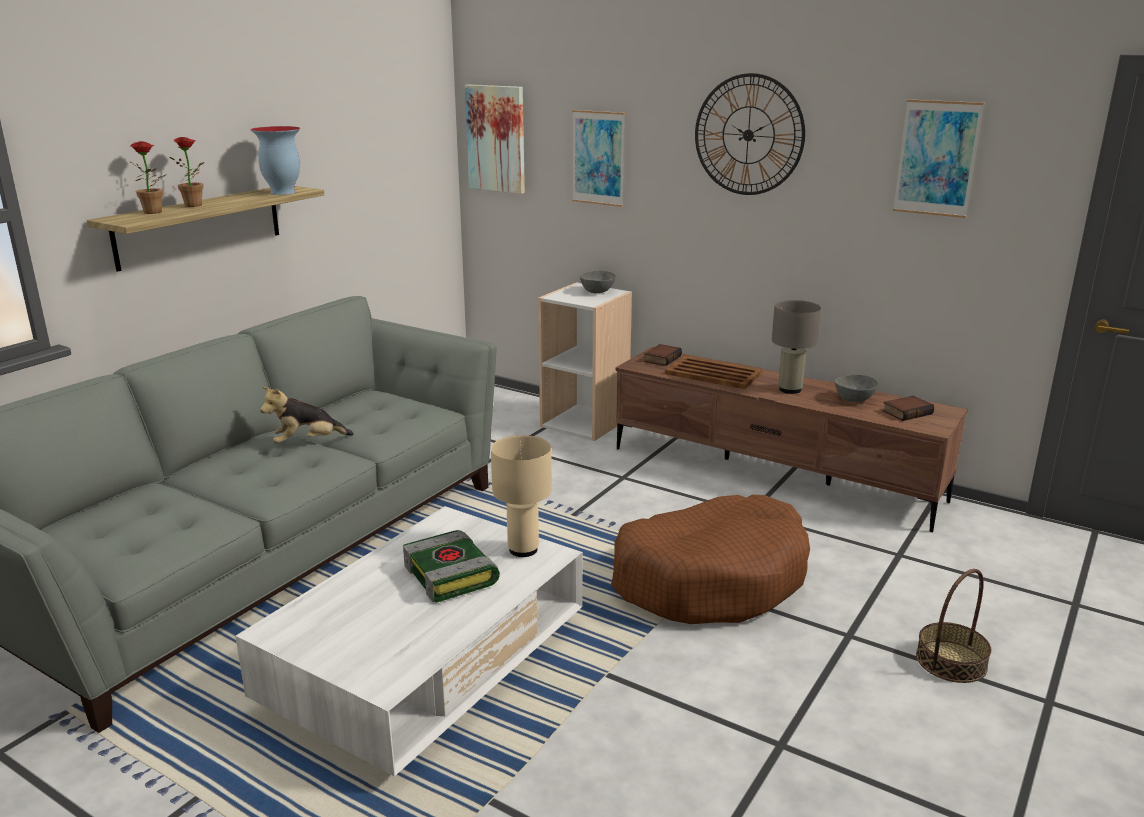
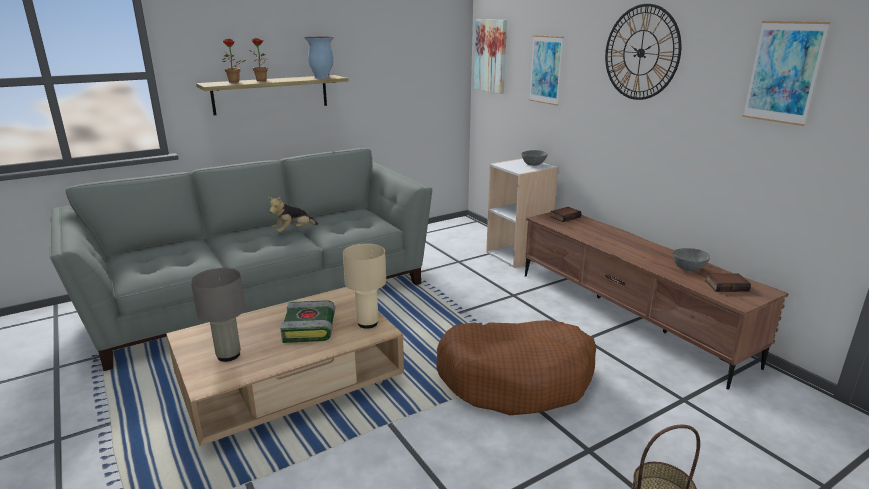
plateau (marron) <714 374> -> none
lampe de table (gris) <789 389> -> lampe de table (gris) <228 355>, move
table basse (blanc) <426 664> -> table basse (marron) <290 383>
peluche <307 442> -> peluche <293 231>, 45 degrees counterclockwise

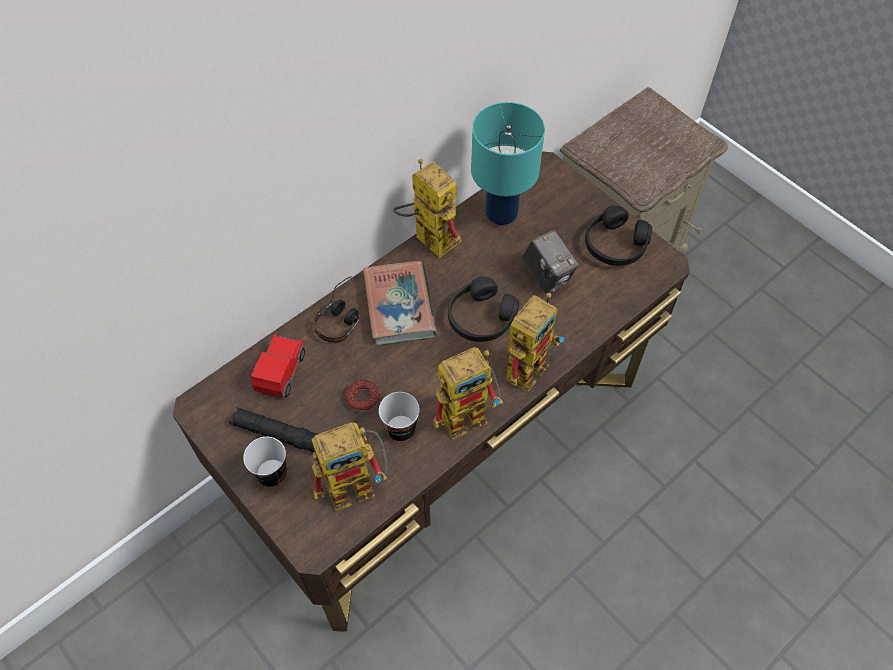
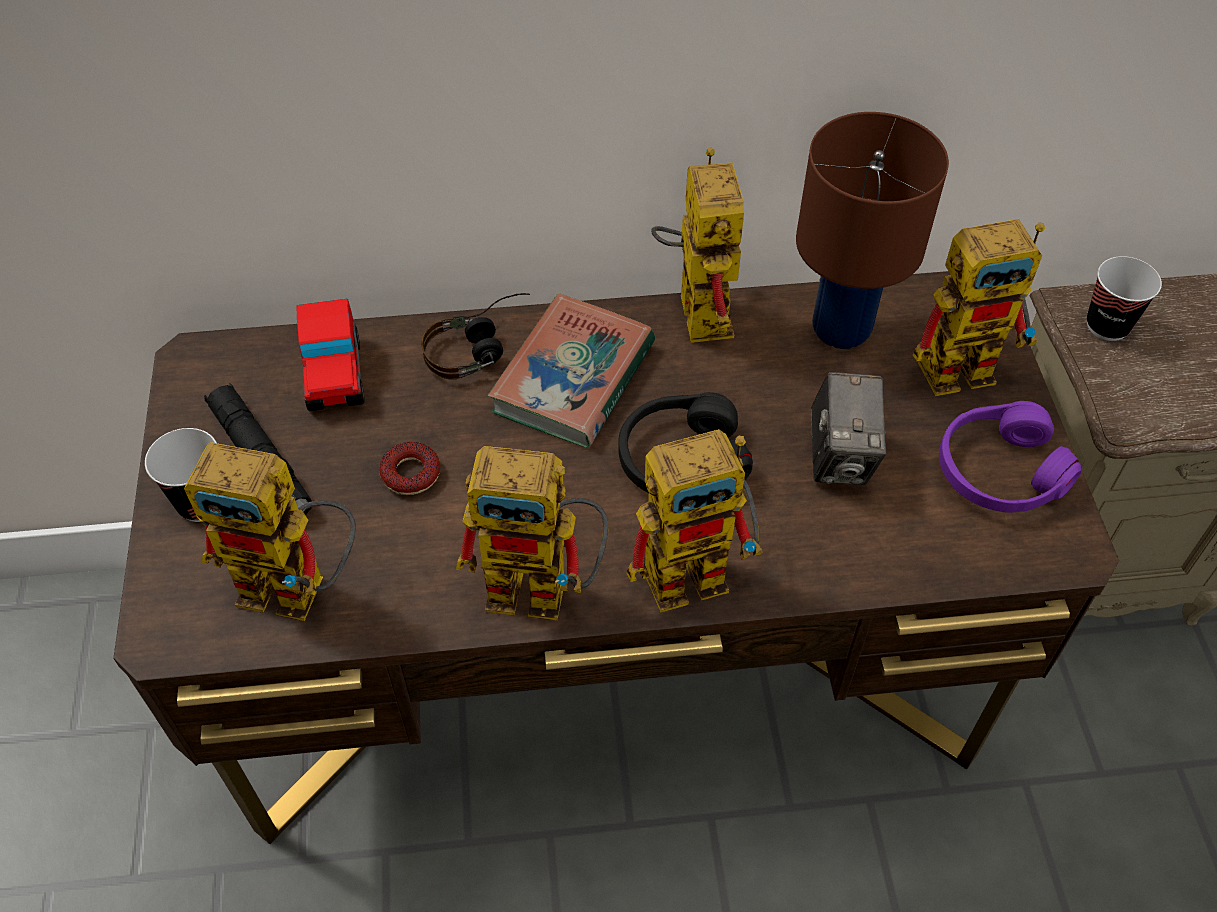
none -> robot jouet <969 364>
tasse <401 429> -> tasse <1107 325>, move
lampe de table (turquoise) <499 214> -> lampe de table (marron) <837 329>
casque audio (noir) <615 244> -> casque audio (violet) <999 471>
petite voiture <281 372> -> petite voiture <334 376>, 120 degrees clockwise

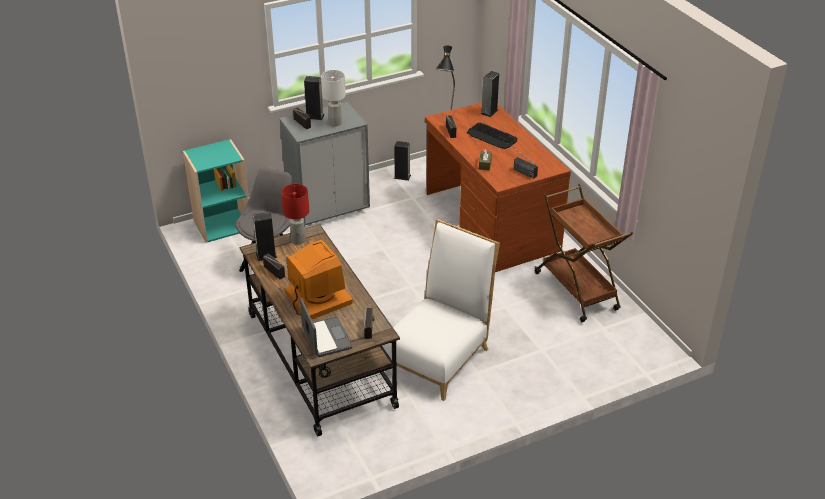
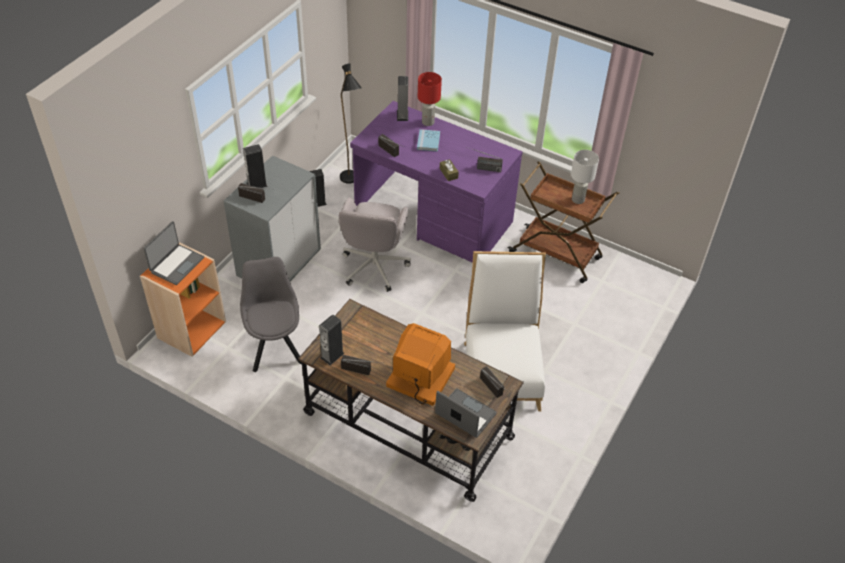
none -> ordinateur portable <176 264>
none -> chaise de bureau (gris) <374 268>
lampe de table (rouge) <298 240> -> lampe de table (rouge) <428 122>, move
lampe de table (blanc) <335 123> -> lampe de table (blanc) <578 200>, move
clavier <492 136> -> livre (bleu) <428 141>
bibliothèque (turquoise) <223 224> -> bibliothèque (orange) <191 329>
bureau (marron) <490 222> -> bureau (violet) <433 218>

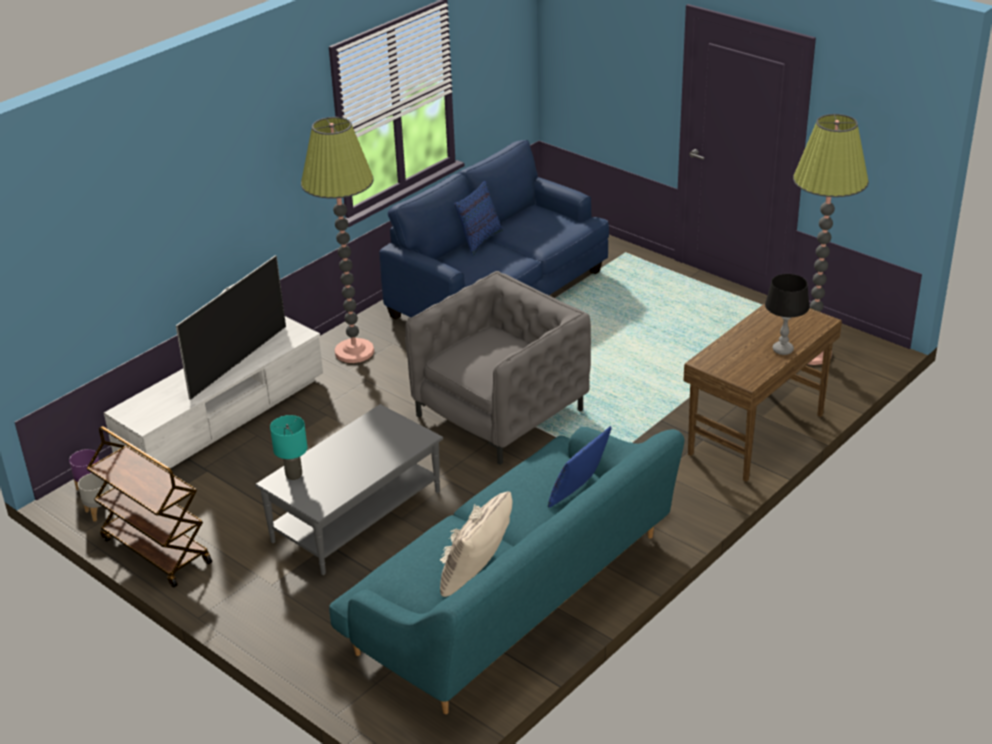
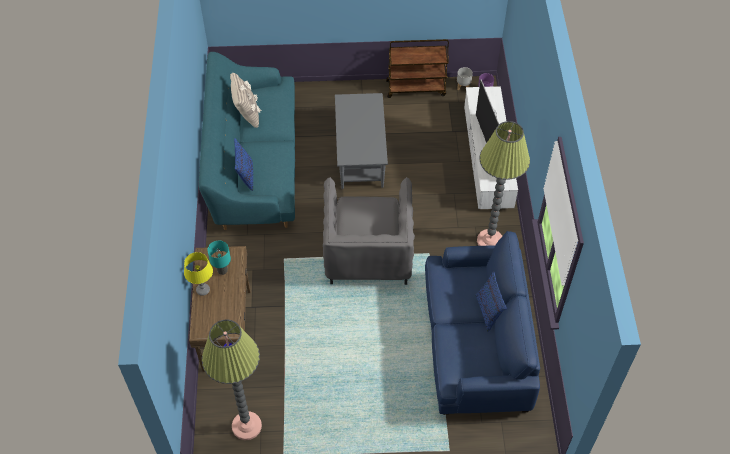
lampe de table (turquoise) <295 475> -> lampe de table (turquoise) <222 271>, move
lampe de table (noir) <783 350> -> lampe de table (jaune) <203 290>

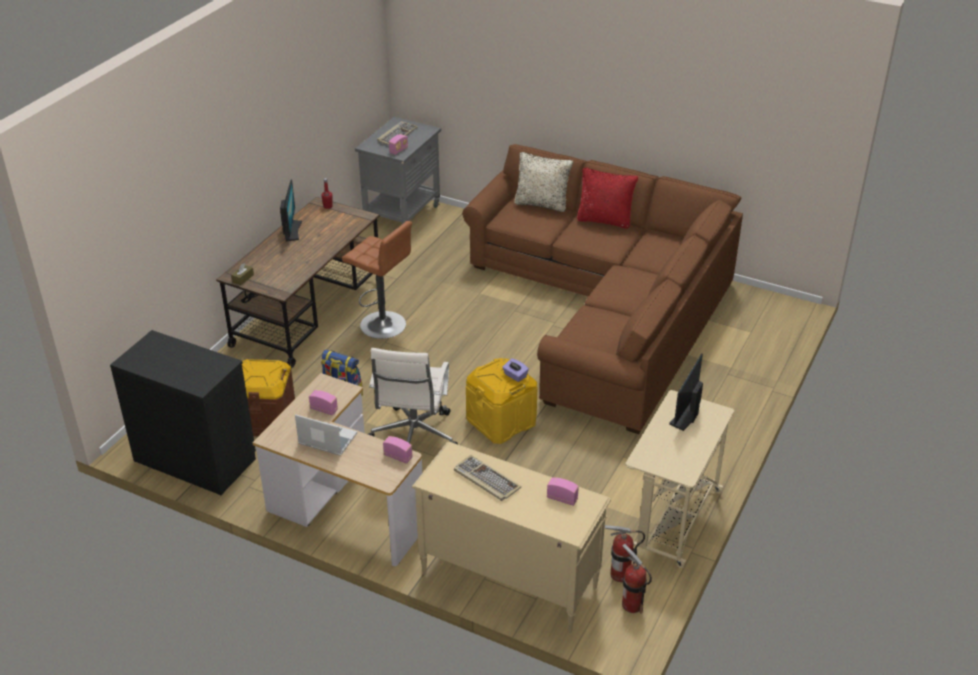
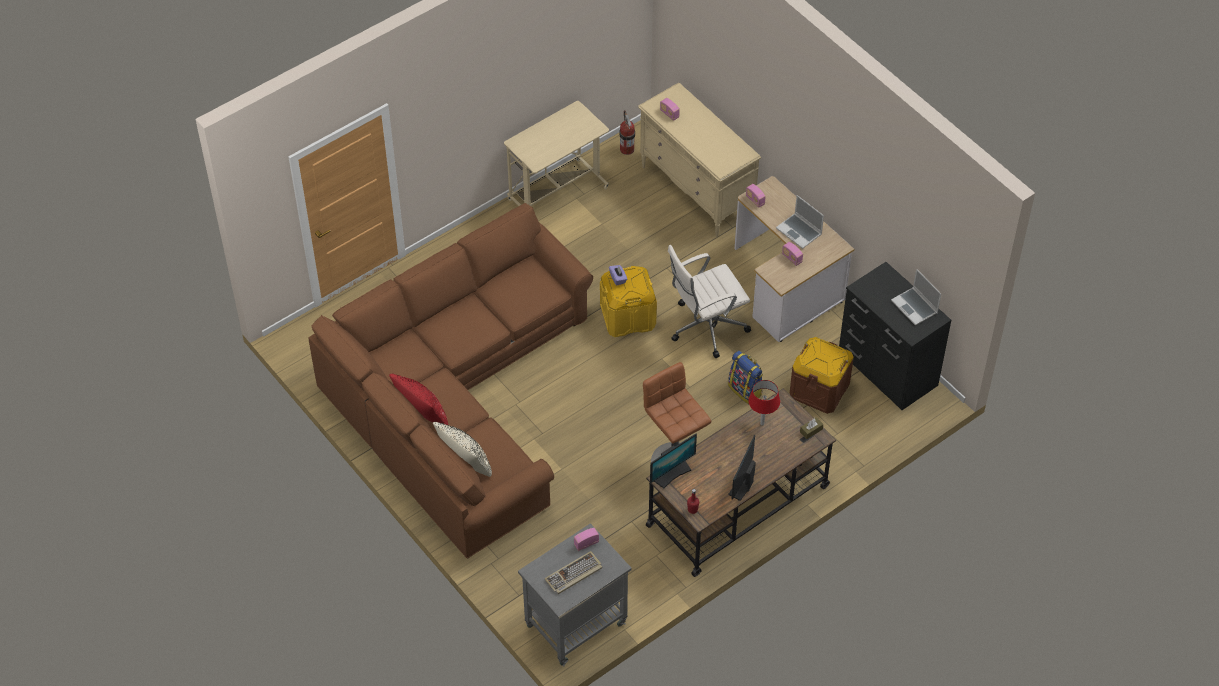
clavier <485 480> -> none
extincteur <620 574> -> none
none -> lampe de table (rouge) <762 423>
none -> ordinateur portable <915 307>
écran d'ordinateur <686 415> -> écran d'ordinateur <671 473>, move
chaise de bureau (blanc) <413 437> -> chaise de bureau (blanc) <705 327>, 150 degrees counterclockwise

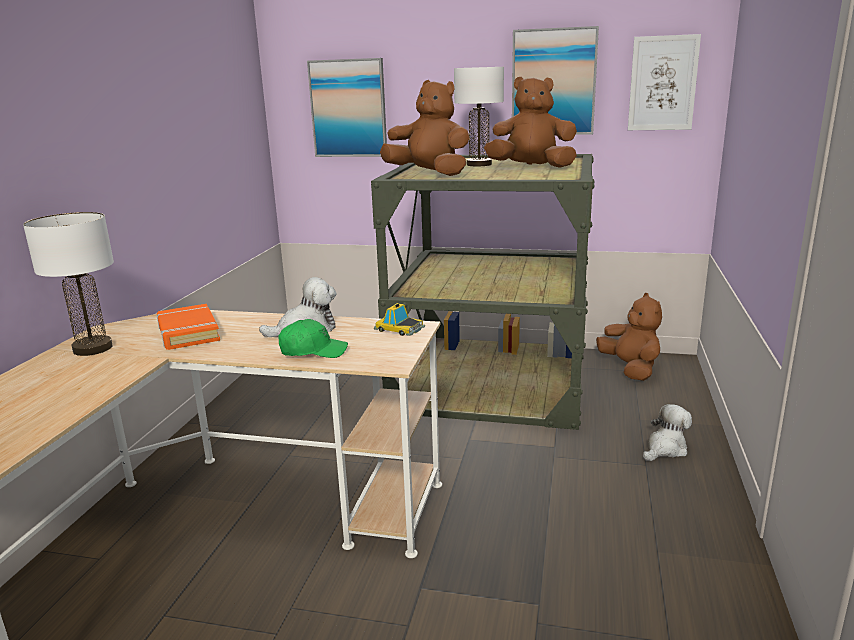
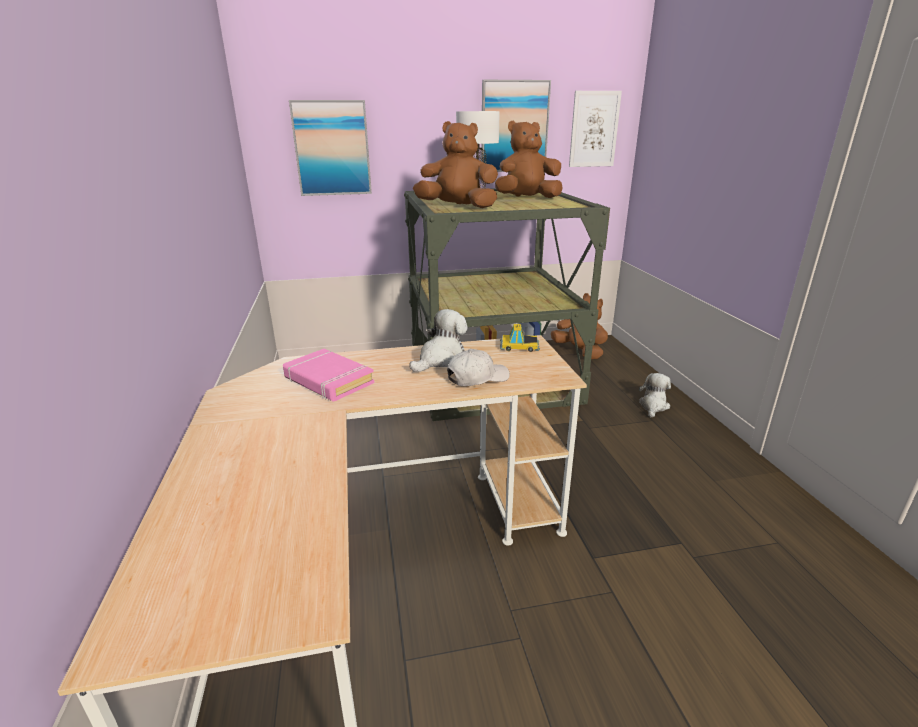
lampe de table <92 349> -> none
livre (orange) <188 332> -> livre (rose) <328 380>
casquette (vert) <313 351> -> casquette (blanc) <477 378>

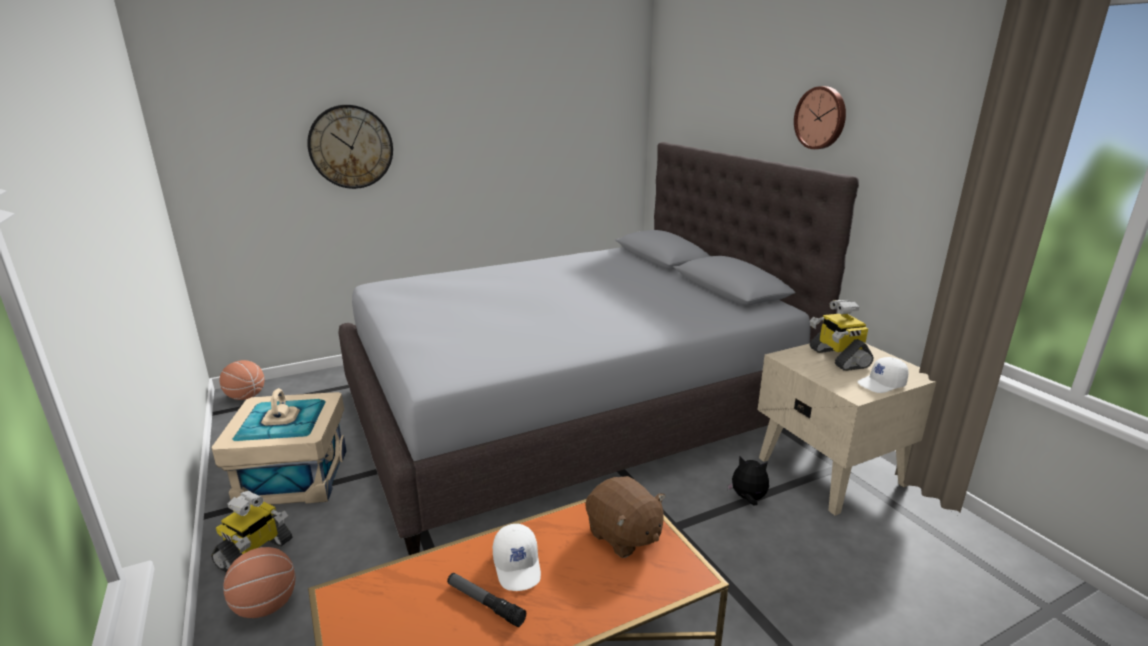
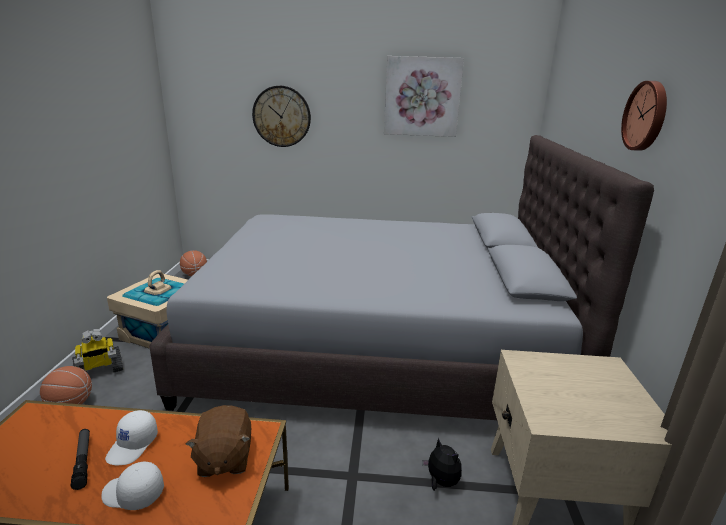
robot jouet <837 358> -> none
none -> tableau <422 97>
casquette (blanc) <881 384> -> casquette (blanc) <133 494>, move

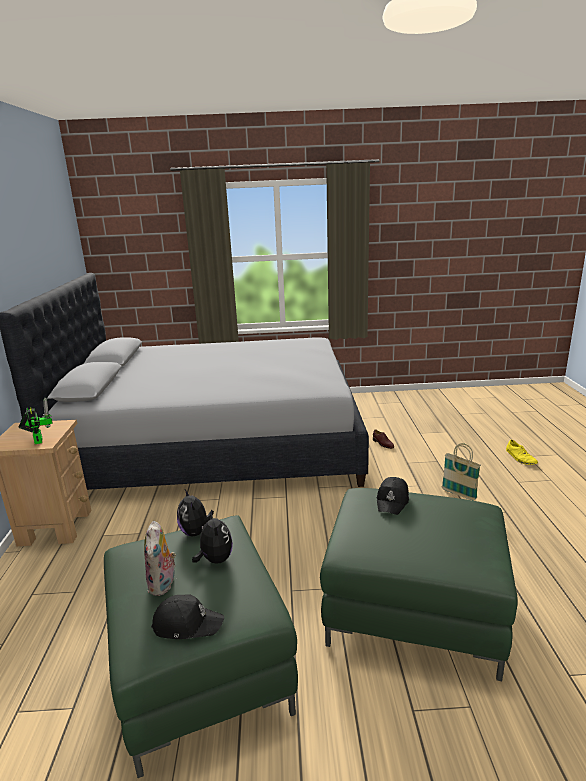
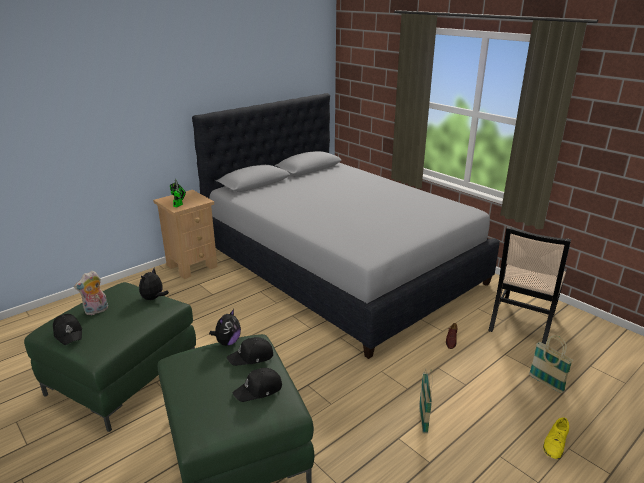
none -> casquette (noir) <259 390>
none -> chaise <522 322>
none -> panier <546 383>
peluche <215 559> -> peluche <227 342>, move

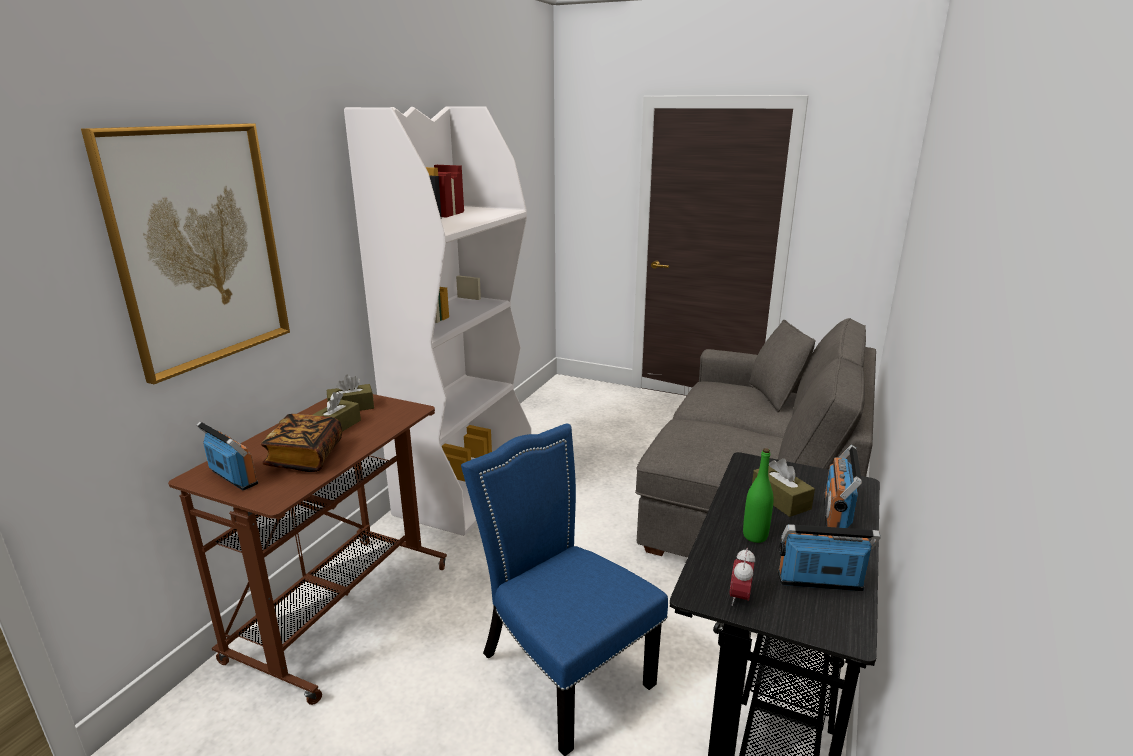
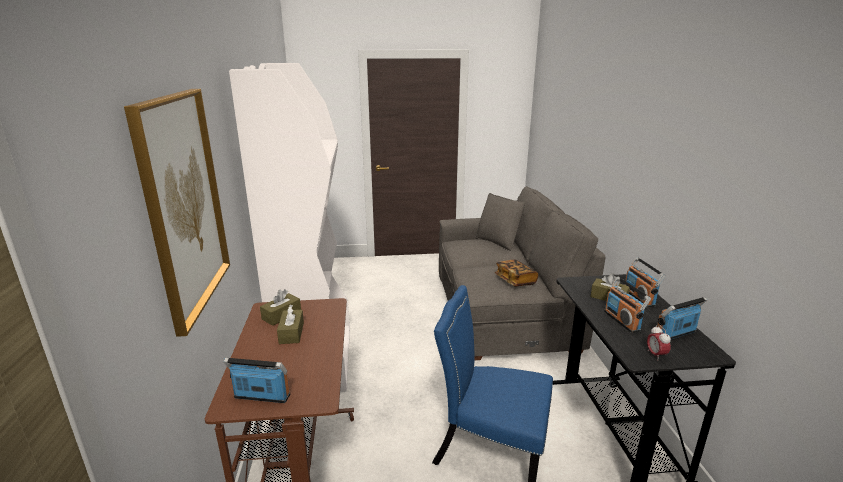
livre <305 457> -> livre <515 280>, move
bouteille (vert) <755 536> -> radio <622 321>

